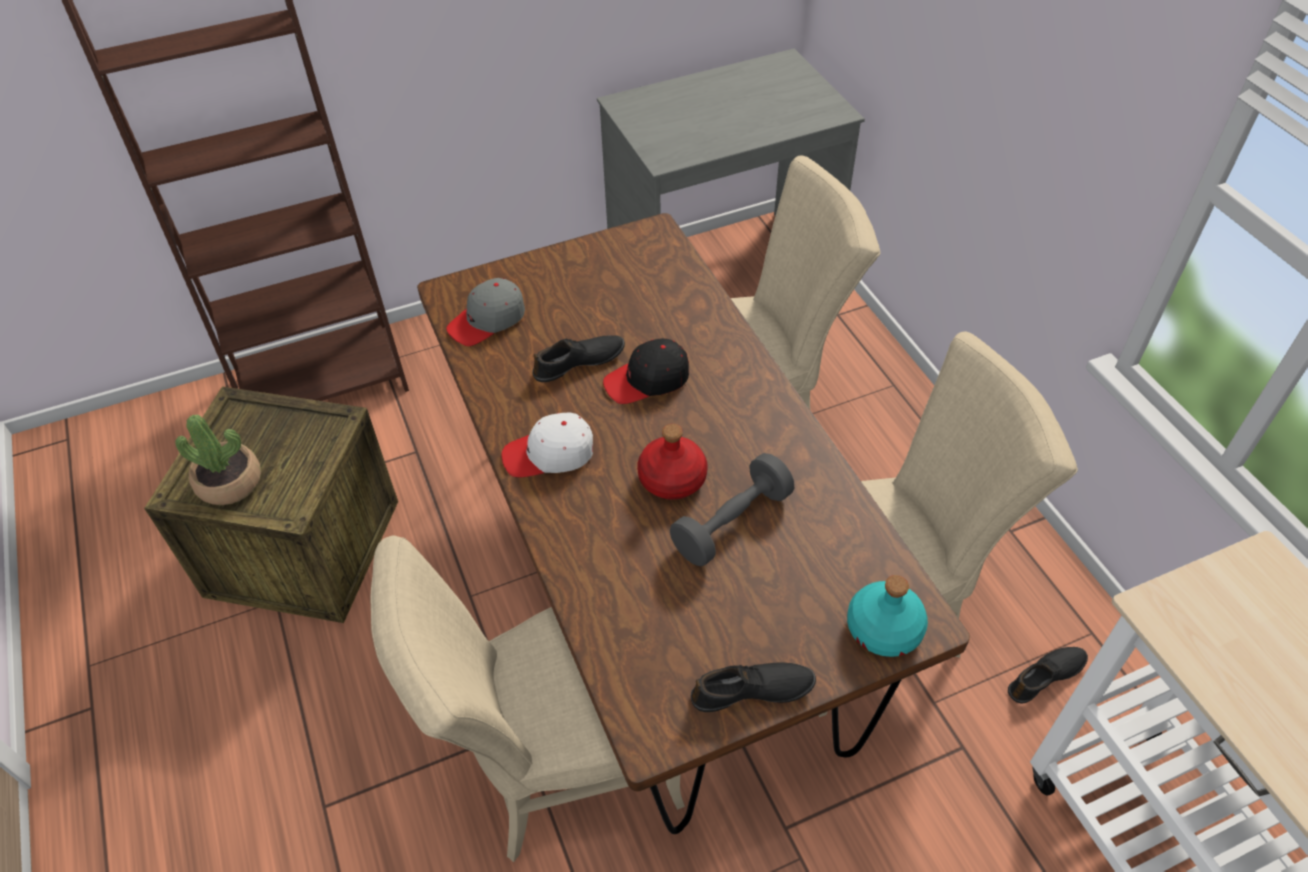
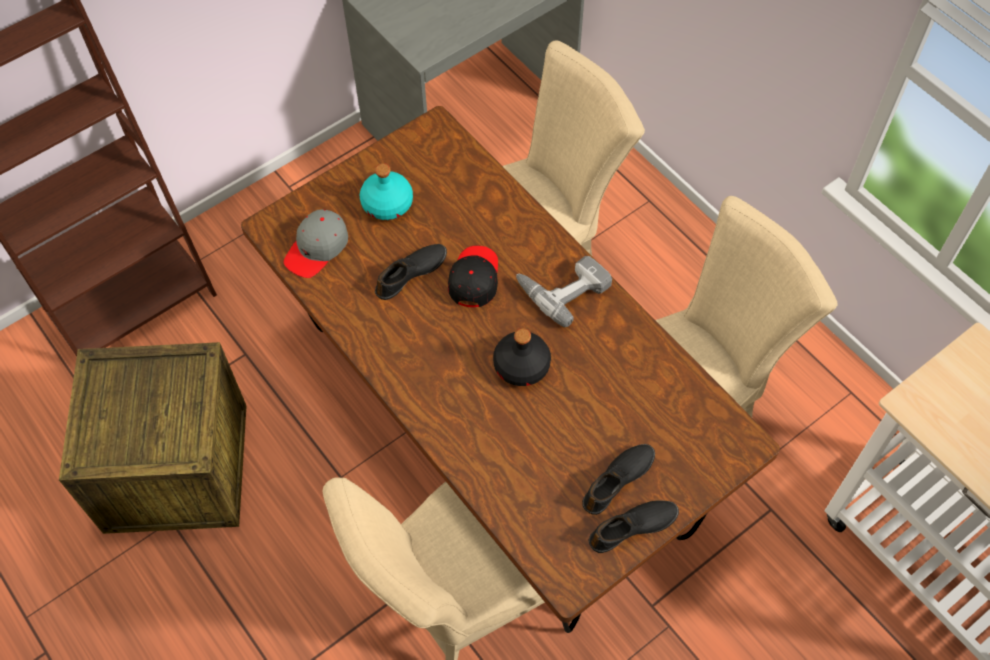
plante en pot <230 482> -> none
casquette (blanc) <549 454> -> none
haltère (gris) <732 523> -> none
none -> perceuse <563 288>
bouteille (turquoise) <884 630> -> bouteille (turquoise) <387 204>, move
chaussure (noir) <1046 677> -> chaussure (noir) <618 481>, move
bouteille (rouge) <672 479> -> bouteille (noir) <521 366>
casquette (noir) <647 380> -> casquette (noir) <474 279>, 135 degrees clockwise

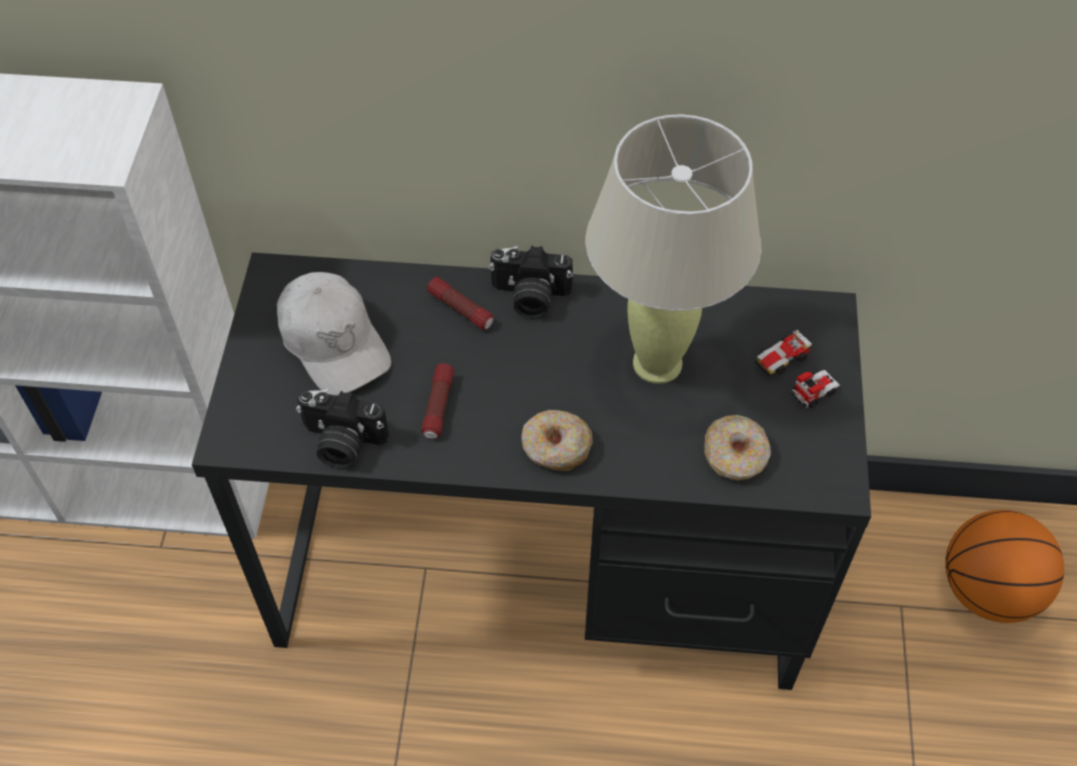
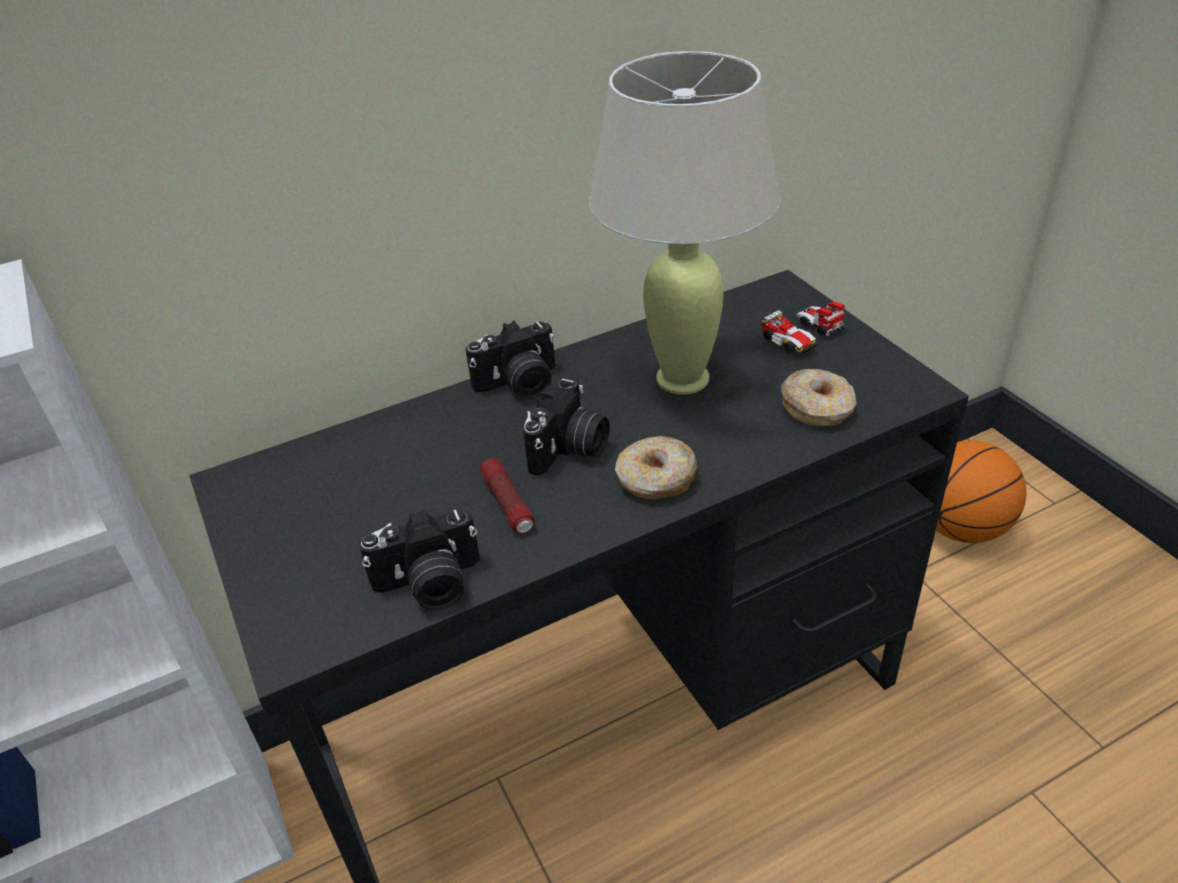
casquette (blanc) <334 342> -> none
lampe de poche <461 309> -> none
none -> appareil photo <570 449>
petite voiture <795 377> -> petite voiture <804 336>, 60 degrees counterclockwise

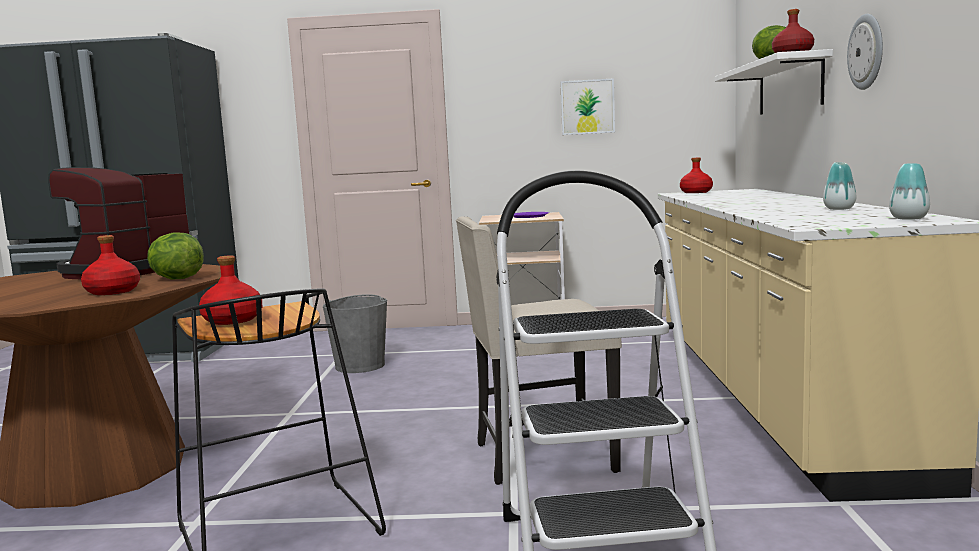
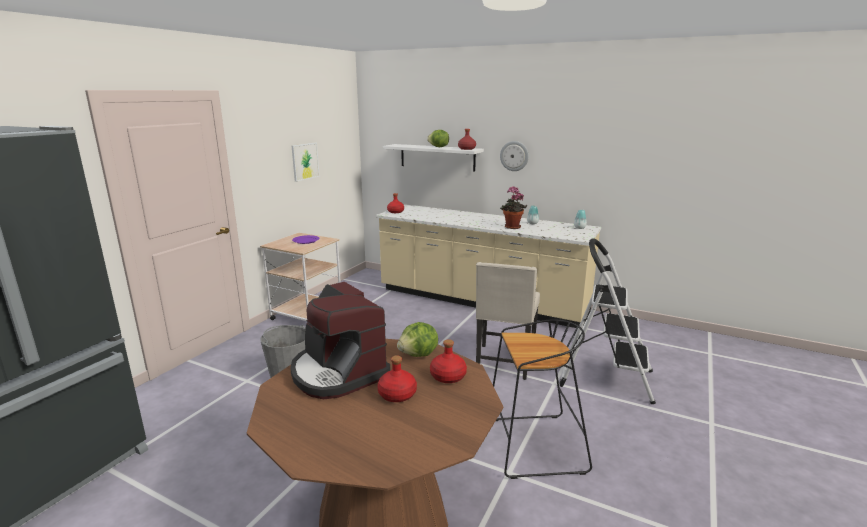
none -> plante en pot <512 227>
bouteille (rouge) <232 320> -> bouteille (rouge) <397 395>, move

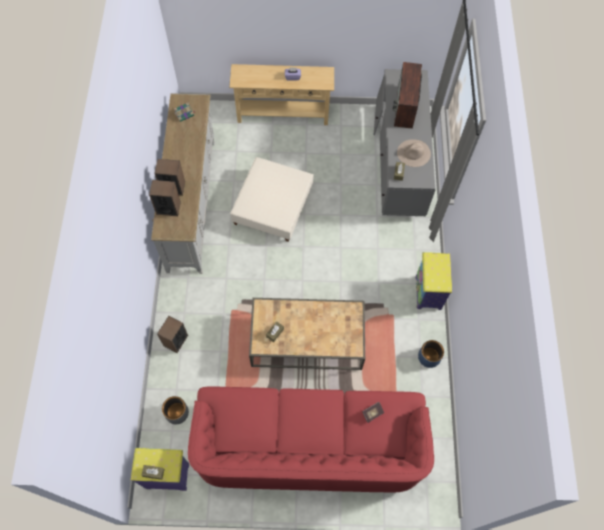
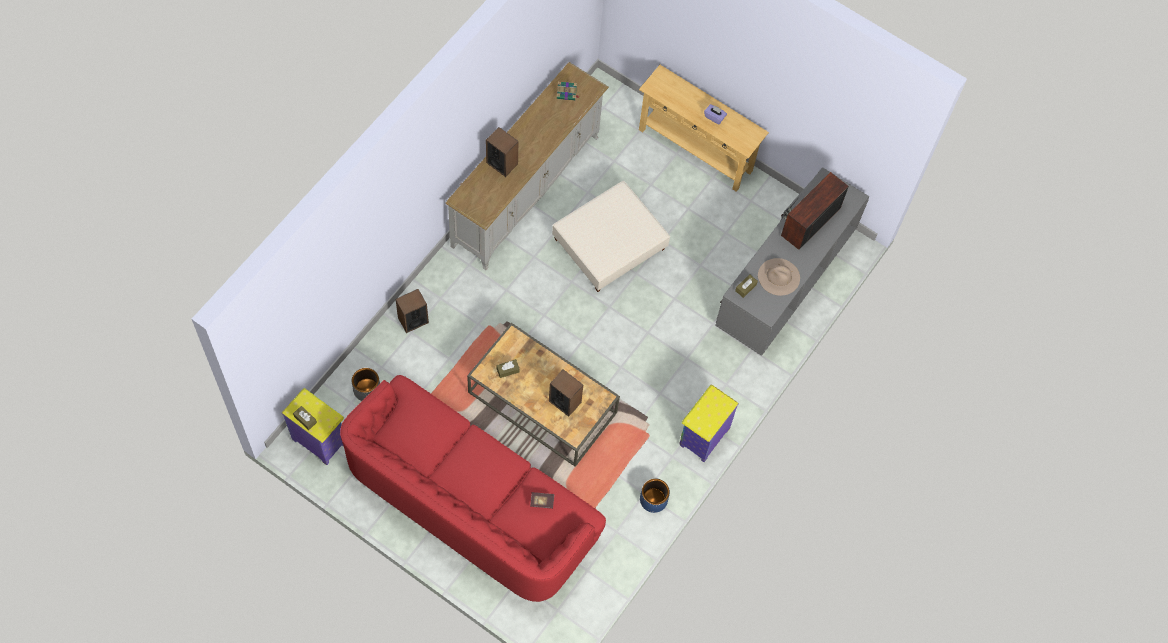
enceinte <168 208> -> enceinte <565 401>, move

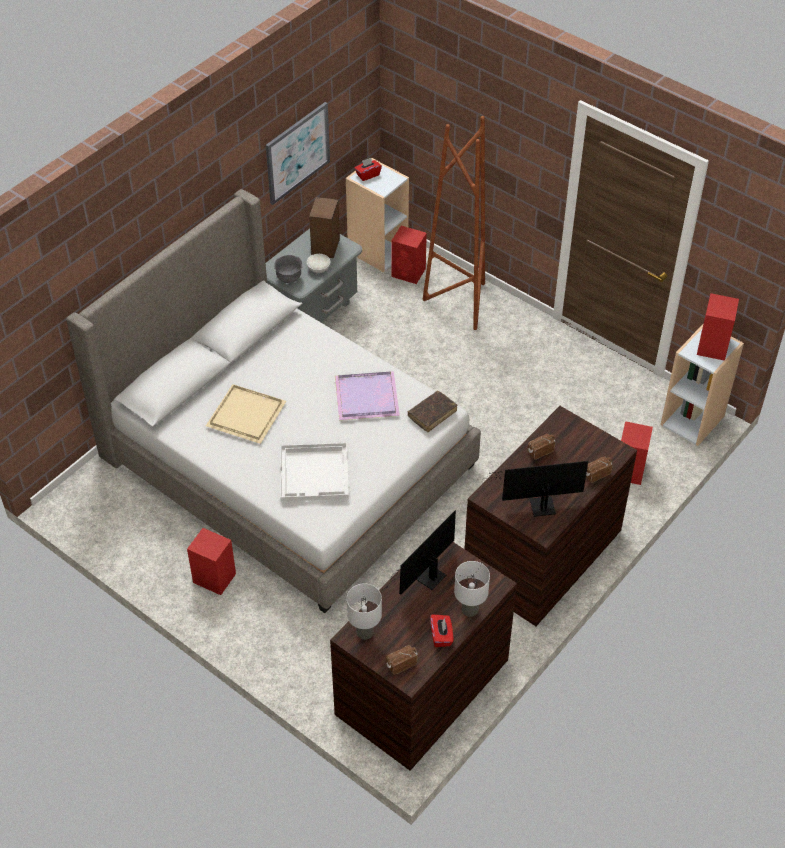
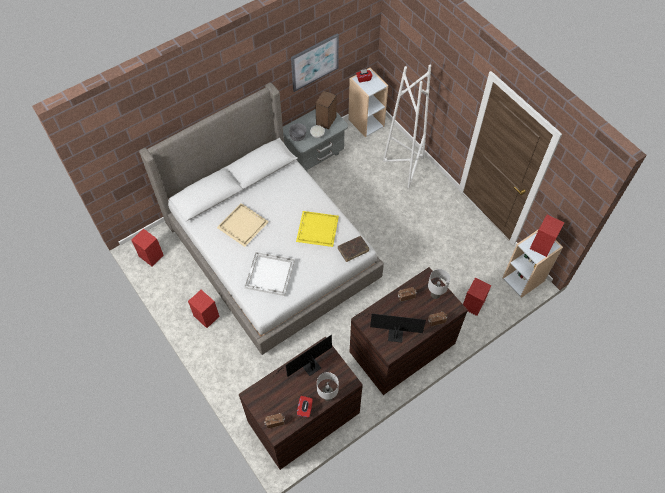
lampe de table (blanc) <364 633> -> lampe de table (blanc) <434 294>, move
enceinte (rouge) <409 273> -> enceinte (rouge) <151 256>, move
plateau (violet) <365 396> -> plateau (jaune) <317 228>
portant (marron) <461 304> -> portant (blanc) <405 169>

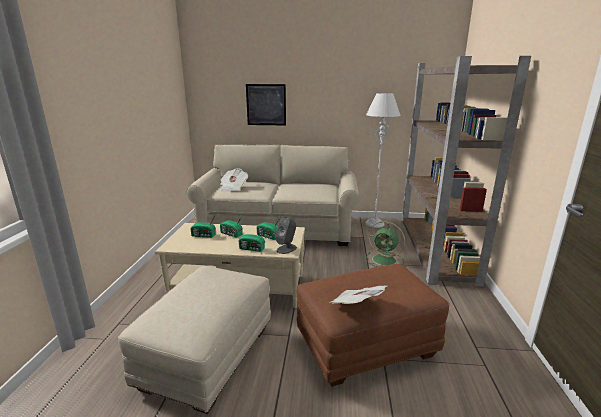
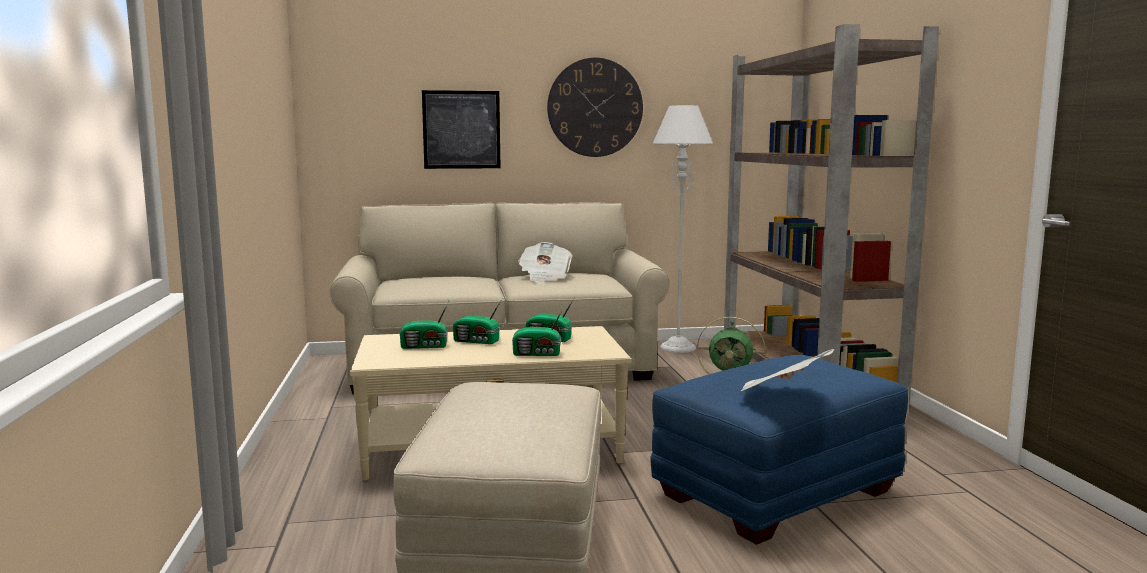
enceinte (gris) <287 249> -> none
none -> horloge murale <595 107>
journal <233 188> -> journal <544 277>, move
pouf (marron) <365 345> -> pouf (bleu) <775 493>

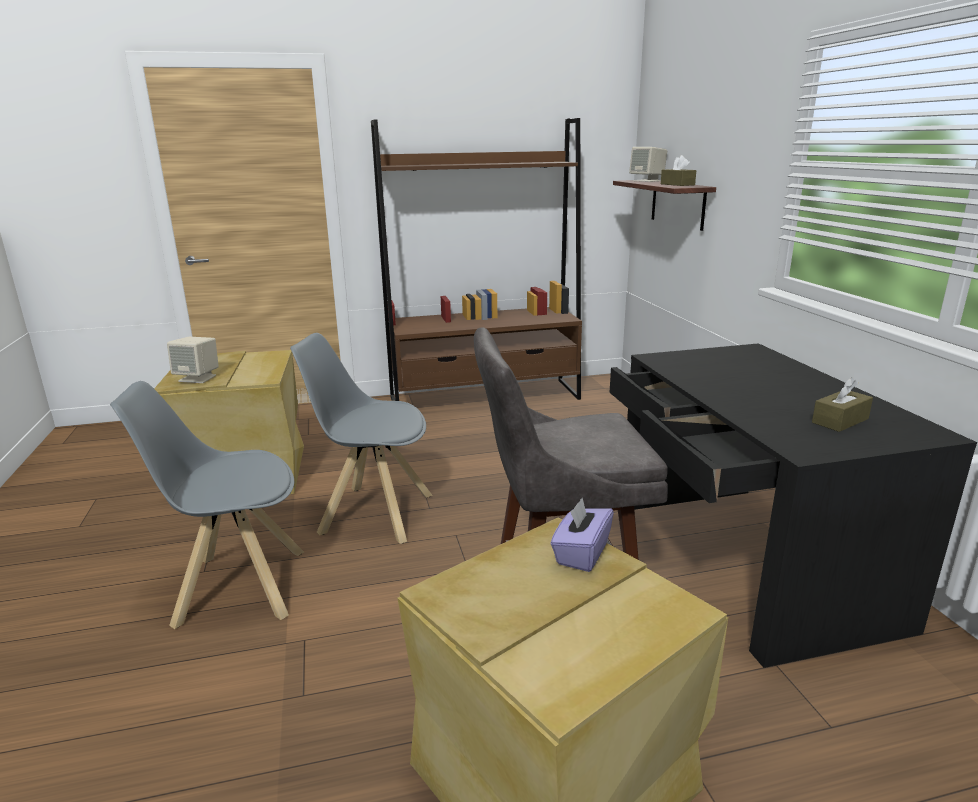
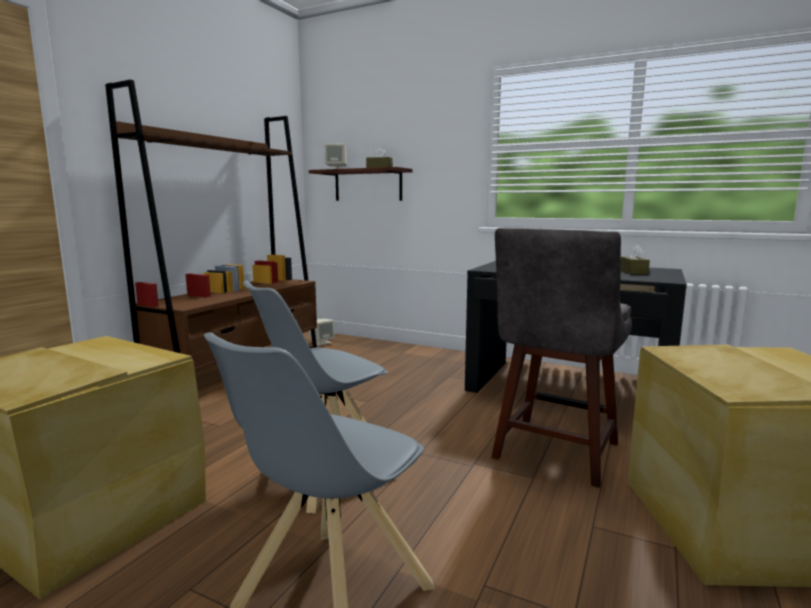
boîte à mouchoirs (violet) <581 553> -> none
enceinte (beige) <198 378> -> enceinte (beige) <321 342>, move

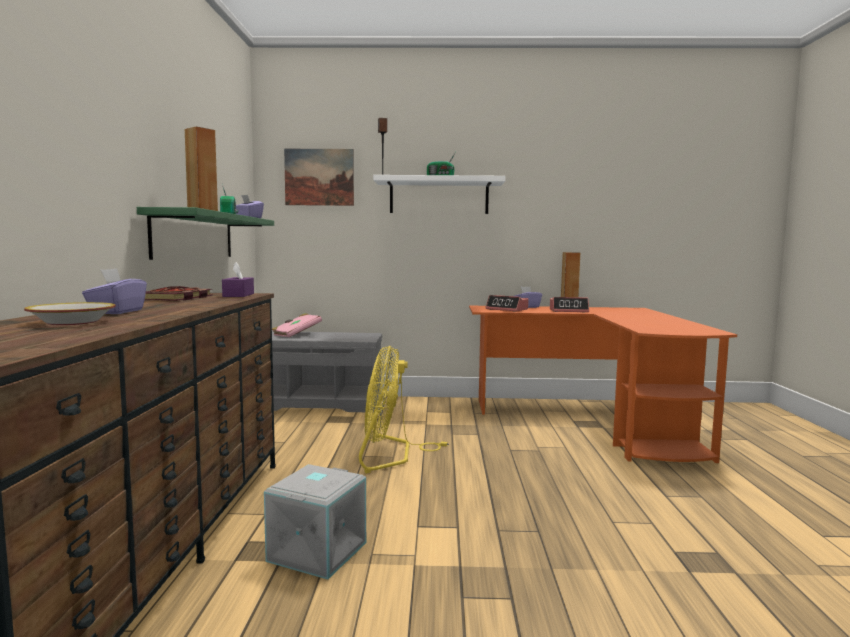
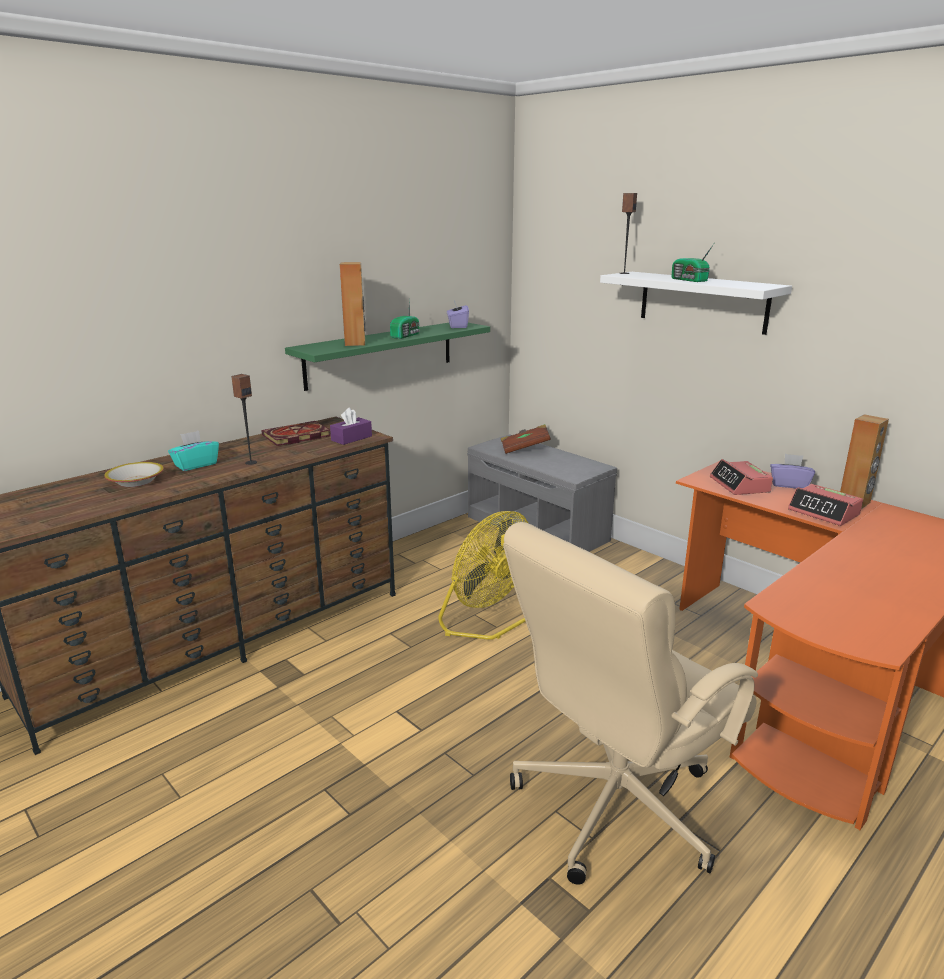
boîte de rangement (gris) <316 551> -> none
tableau <319 177> -> none
none -> enceinte <250 462>
none -> chaise de bureau (beige) <617 803>
boîte à mouchoirs (violet) <116 312> -> boîte à mouchoirs (turquoise) <196 465>
livre (rose) <296 334> -> livre (marron) <524 449>

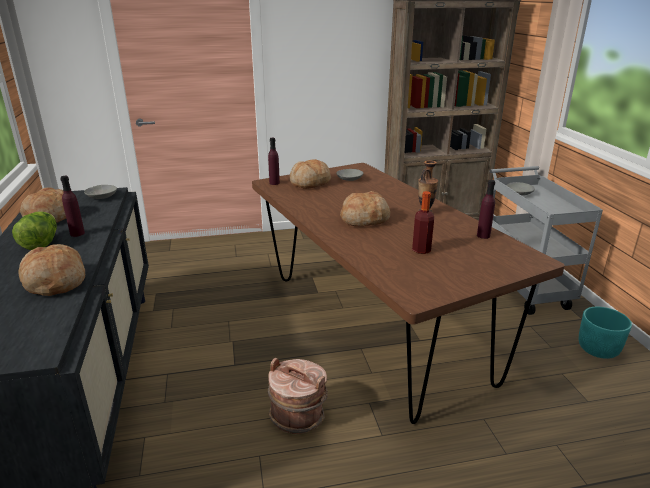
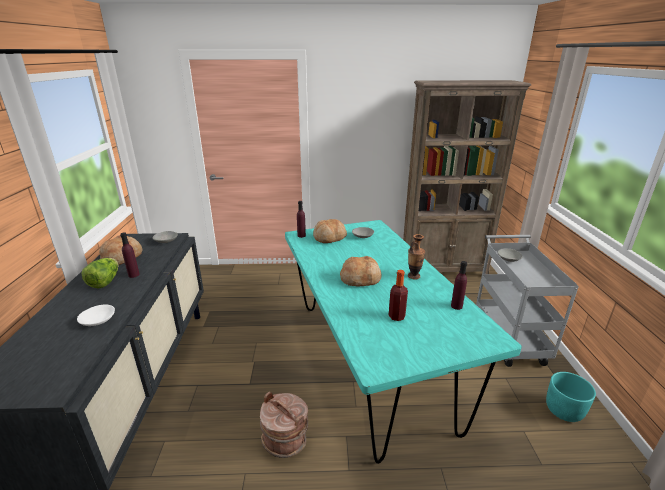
pain <54 282> -> bol (blanc) <97 321>
table à manger (marron) <373 325> -> table à manger (turquoise) <369 360>

